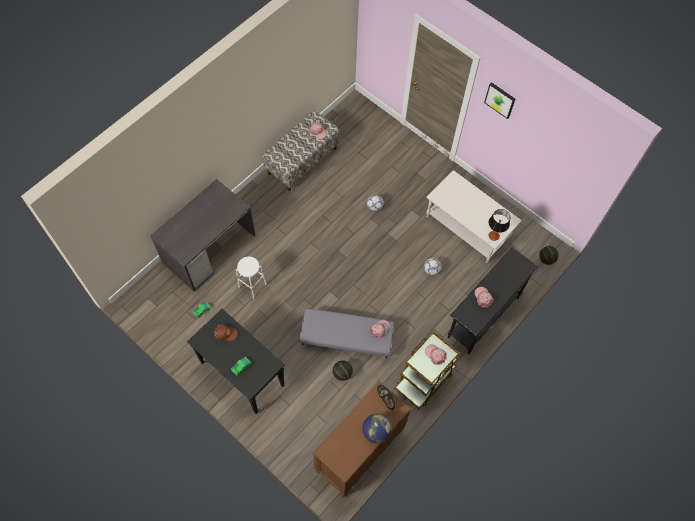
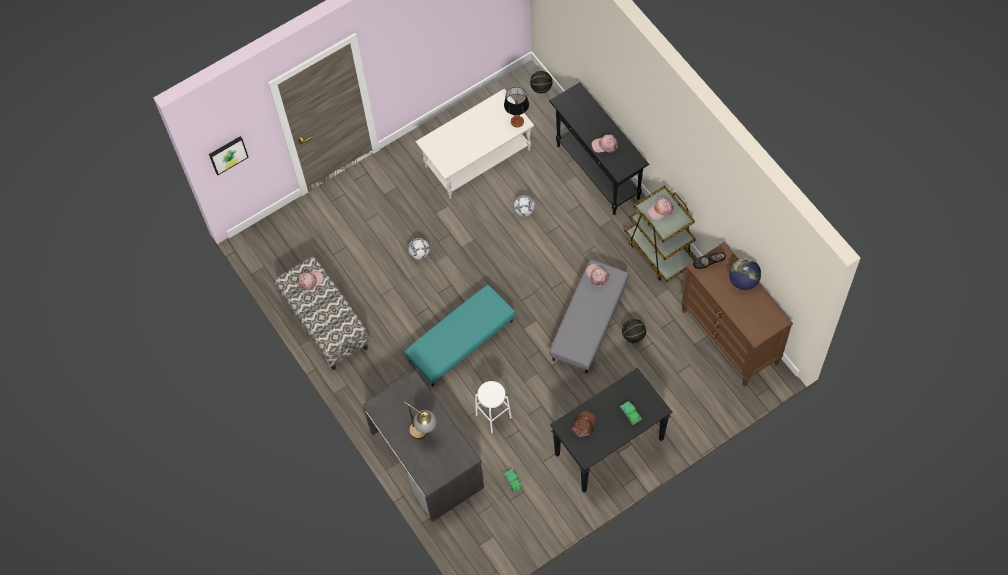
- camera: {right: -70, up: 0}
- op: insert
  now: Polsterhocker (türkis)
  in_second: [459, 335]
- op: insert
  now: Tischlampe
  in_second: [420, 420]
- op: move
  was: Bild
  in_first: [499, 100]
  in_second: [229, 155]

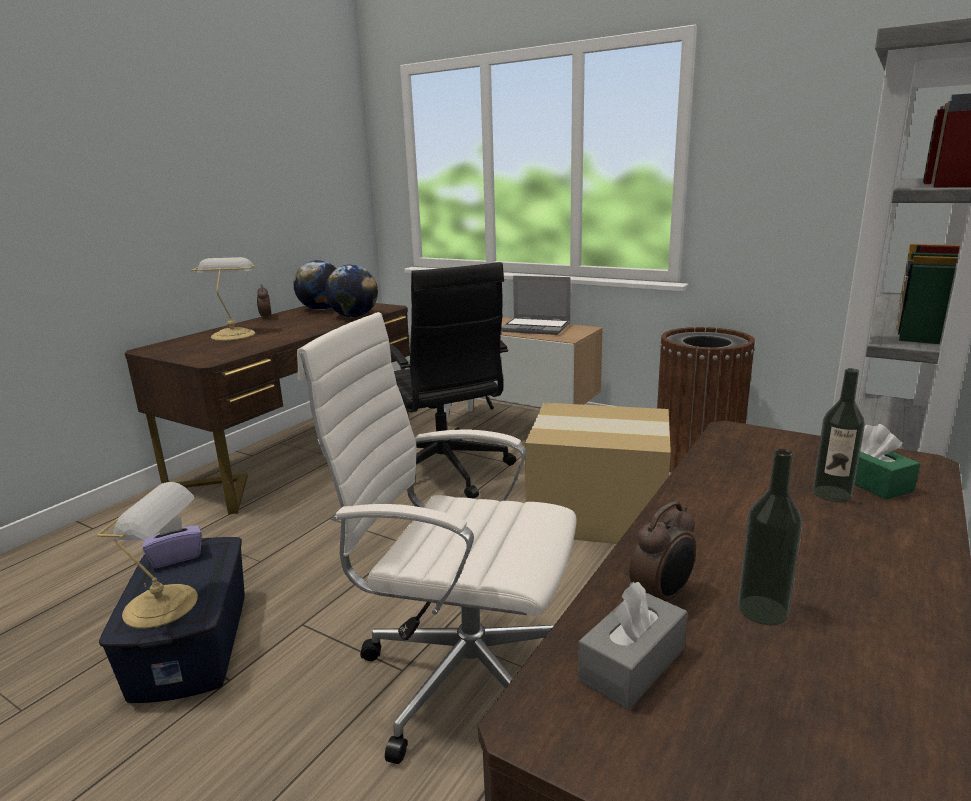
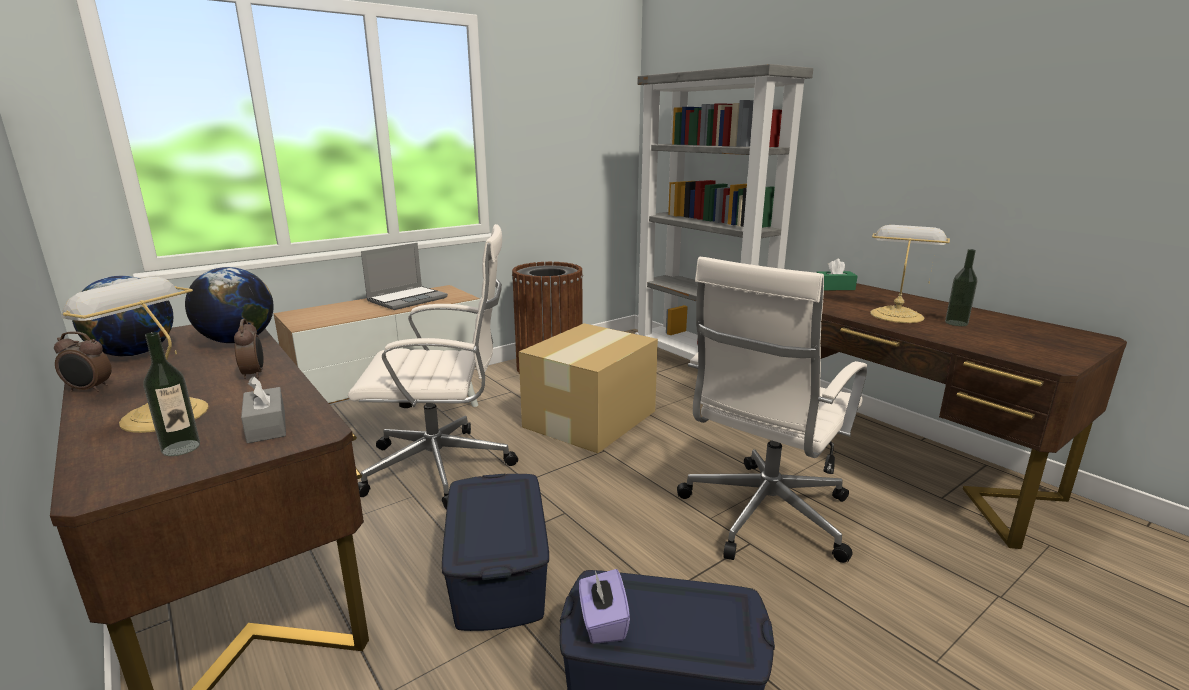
- camera: {right: -70, up: 0}
- op: insert
  now: Aufbewahrungsbox (blau)
  in_second: [495, 552]
- op: move
  was: Tischlampe
  in_first: [147, 555]
  in_second: [910, 274]
- op: move
  was: Taschentuchbox (grau)
  in_first: [632, 646]
  in_second: [263, 410]
- op: move
  was: Wecker
  in_first: [663, 551]
  in_second: [249, 349]
- op: move
  was: Flasche
  in_first: [839, 435]
  in_second: [172, 394]
- op: recolor
  was: Bürostuhl (schwarz)
  now: Bürostuhl (weiß)
  in_first: [452, 380]
  in_second: [433, 367]

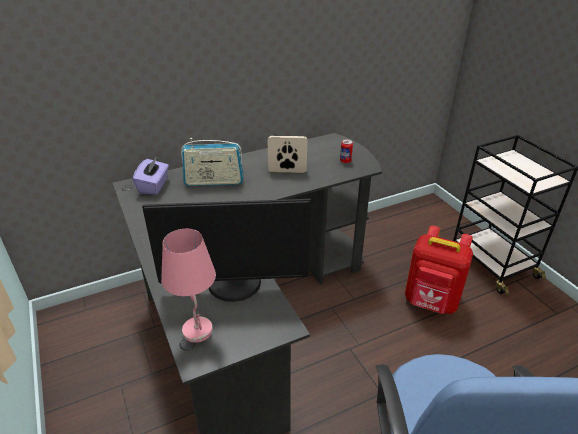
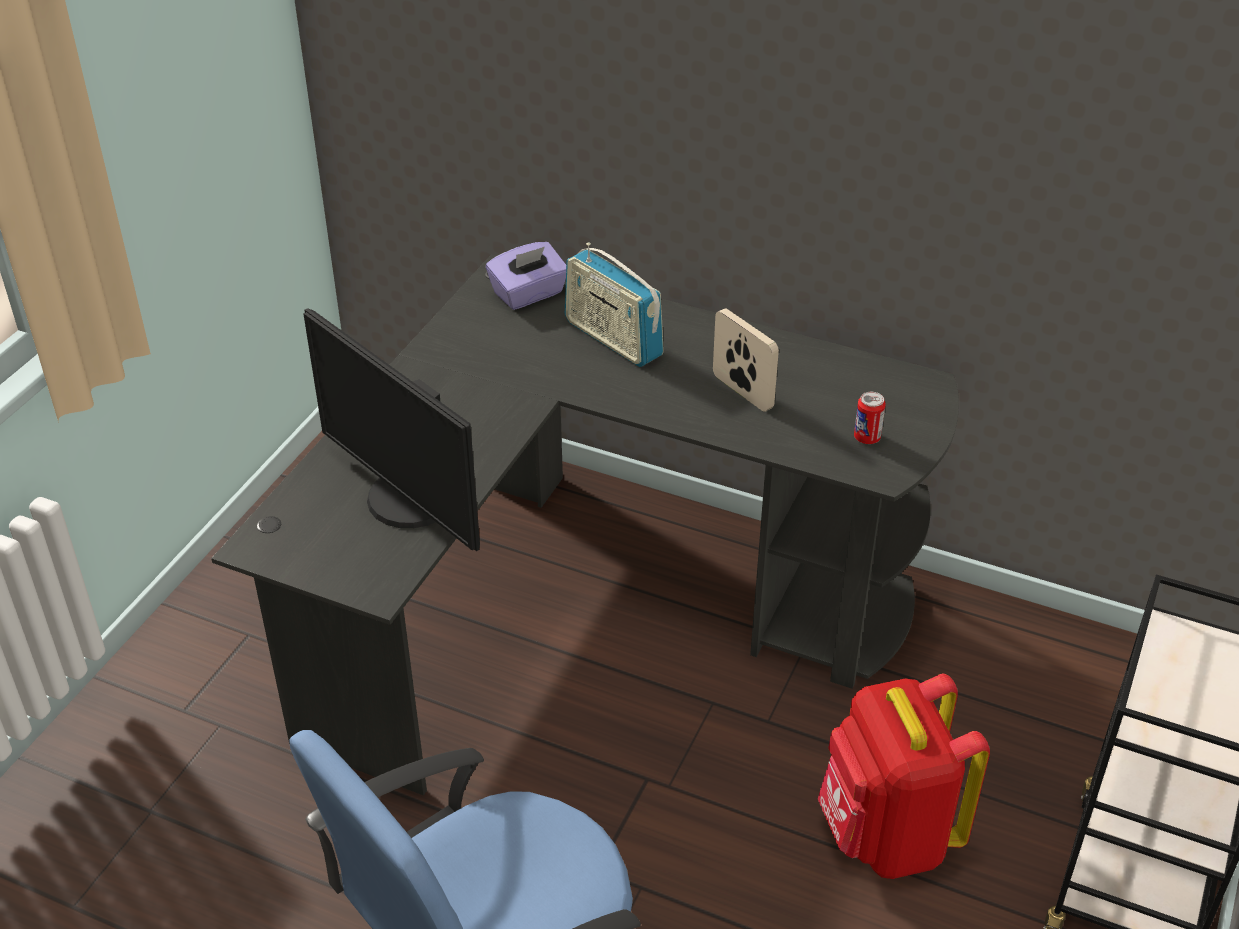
- camera: {right: 50, up: 5}
- op: delete
  was: Tischlampe (rosa)
  in_first: [188, 286]

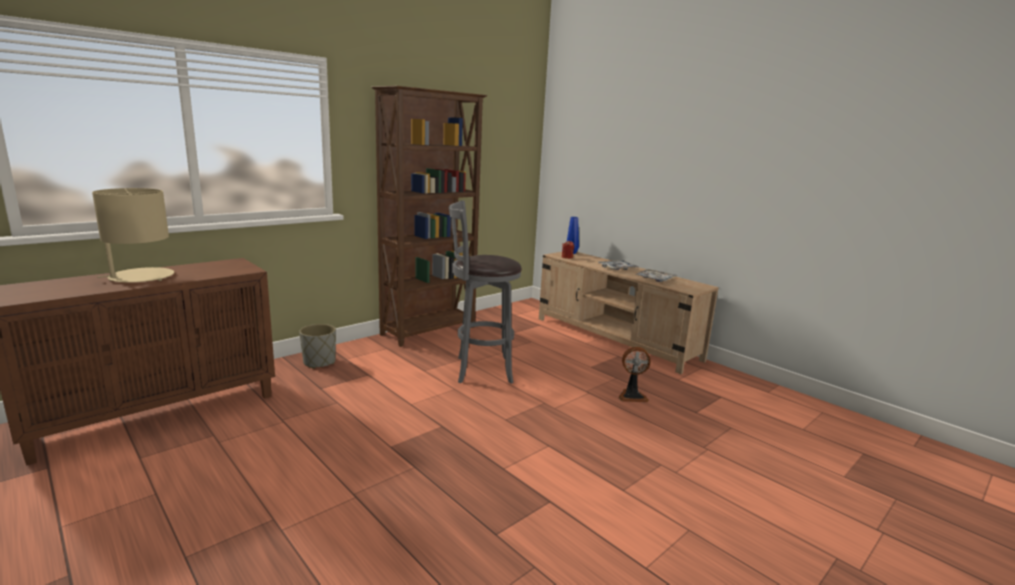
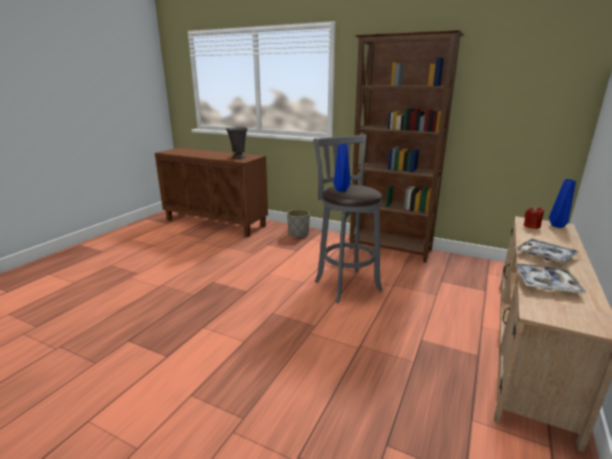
- camera: {right: 70, up: 5}
- op: delete
  was: Tischlampe (beige)
  in_first: [133, 235]
- op: delete
  was: Ventilator
  in_first: [635, 374]
- op: insert
  now: Vase (grau)
  in_second: [237, 142]
- op: insert
  now: Vase (blau)
  in_second: [342, 168]

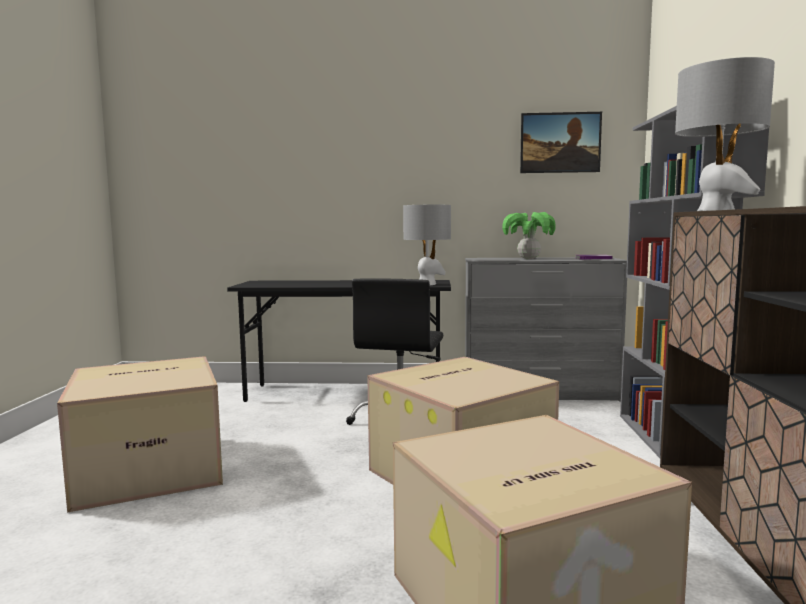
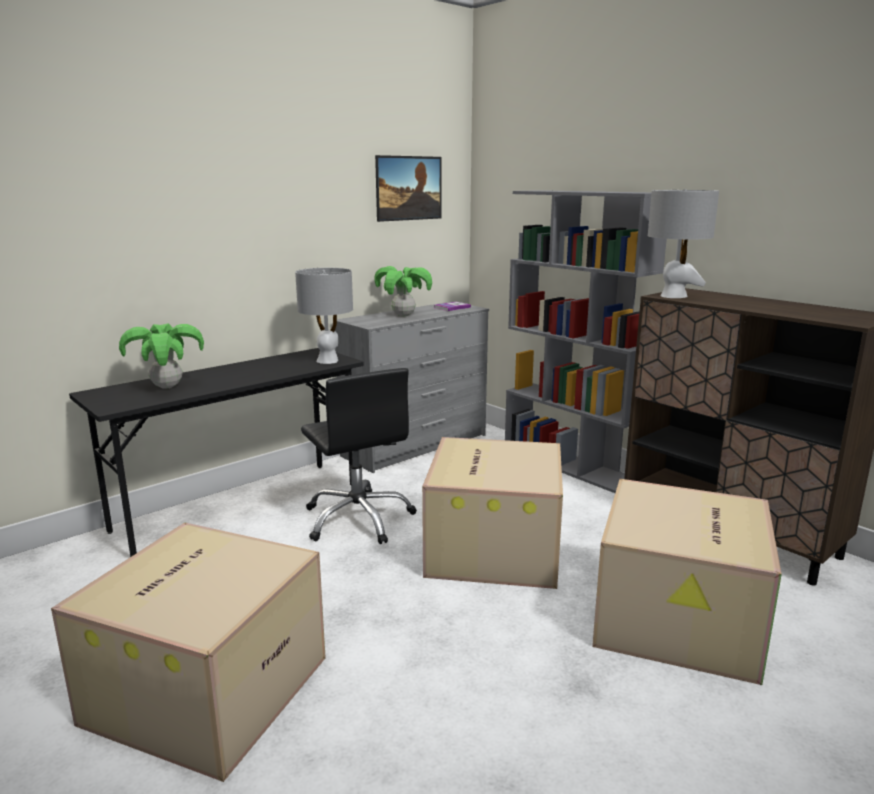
- camera: {right: -45, up: 10}
- op: insert
  now: Topfpflanze
  in_second: [161, 356]

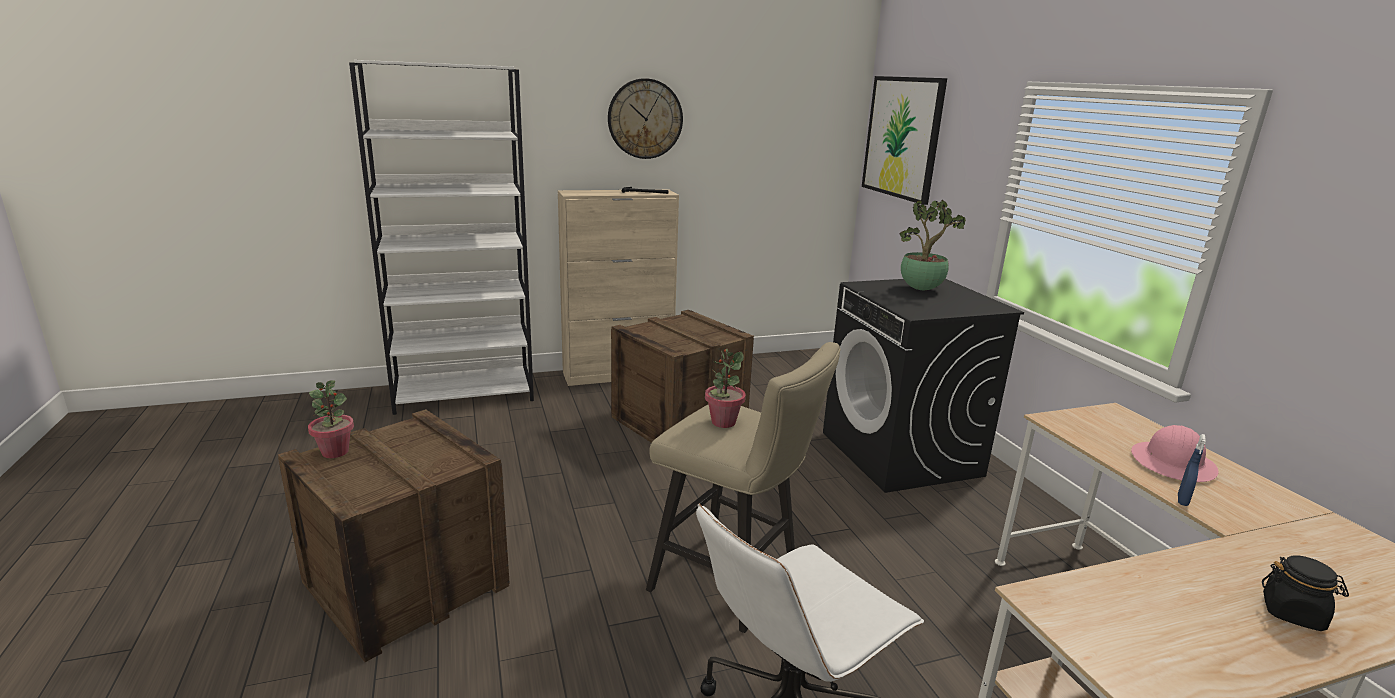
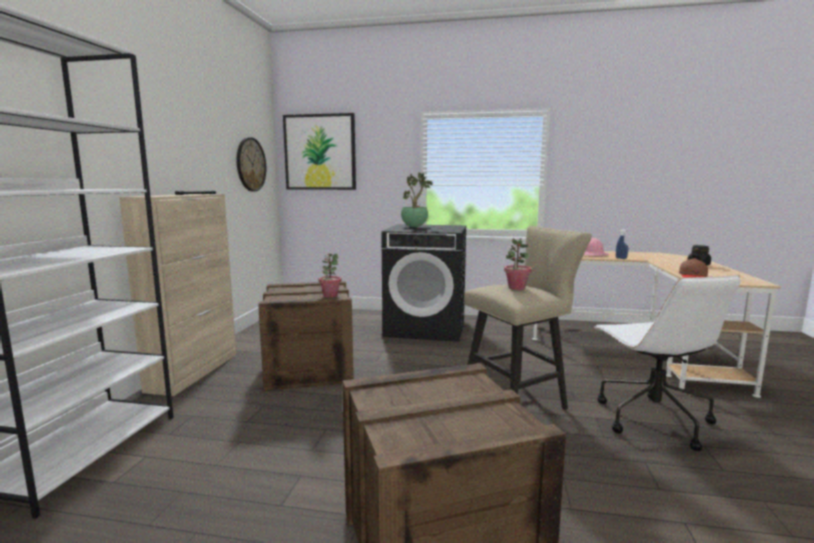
- camera: {right: -60, up: -10}
- op: insert
  now: Kappe (braun)
  in_second: [693, 268]
- op: move
  was: Topfpflanze
  in_first: [331, 419]
  in_second: [330, 275]
- op: move
  was: Wanduhr
  in_first: [645, 118]
  in_second: [251, 164]

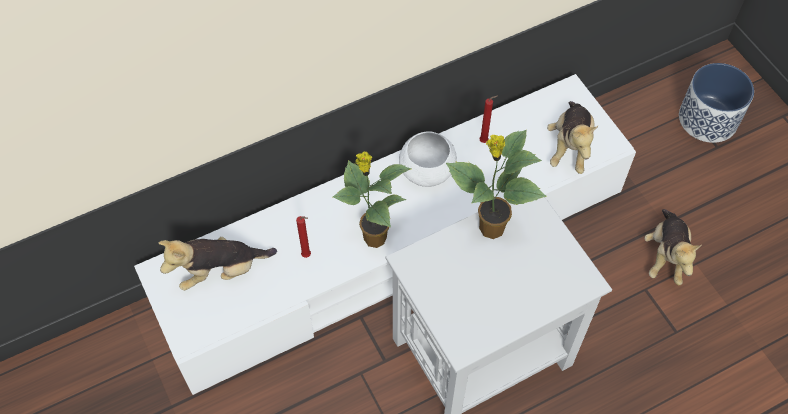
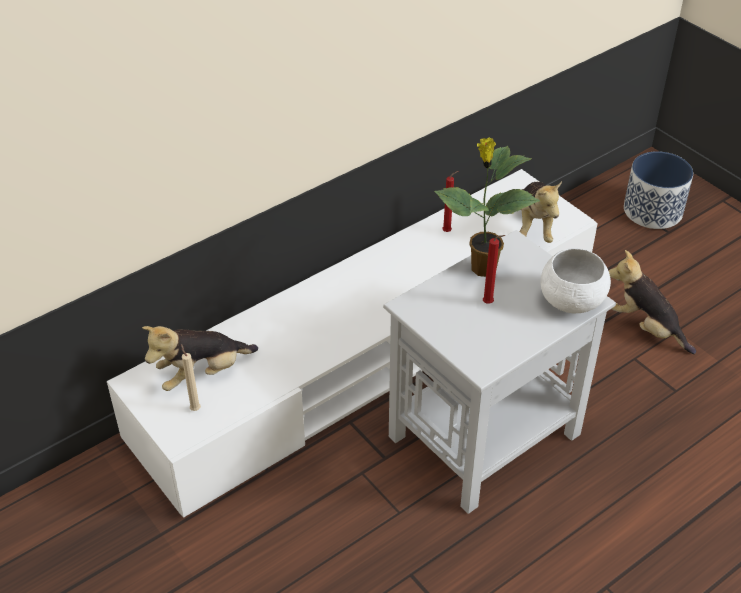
- camera: {right: -10, up: -15}
- op: delete
  was: Topfpflanze
  in_first: [372, 200]
- op: insert
  now: Kerze (beige)
  in_second: [191, 377]
- op: move
  was: Kerze (rot)
  in_first: [303, 237]
  in_second: [494, 269]
- op: move
  was: Schüssel (weiß)
  in_first: [428, 159]
  in_second: [576, 280]
- op: rotate
  was: Plüschtier
  in_first: [673, 247]
  in_second: [652, 302]
  clockwise: 135

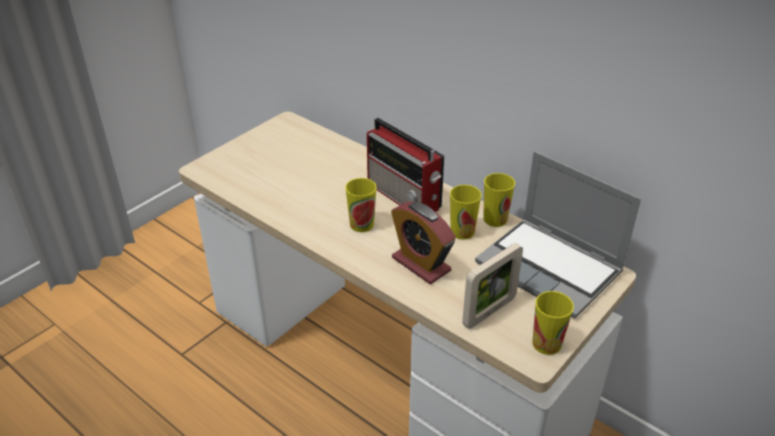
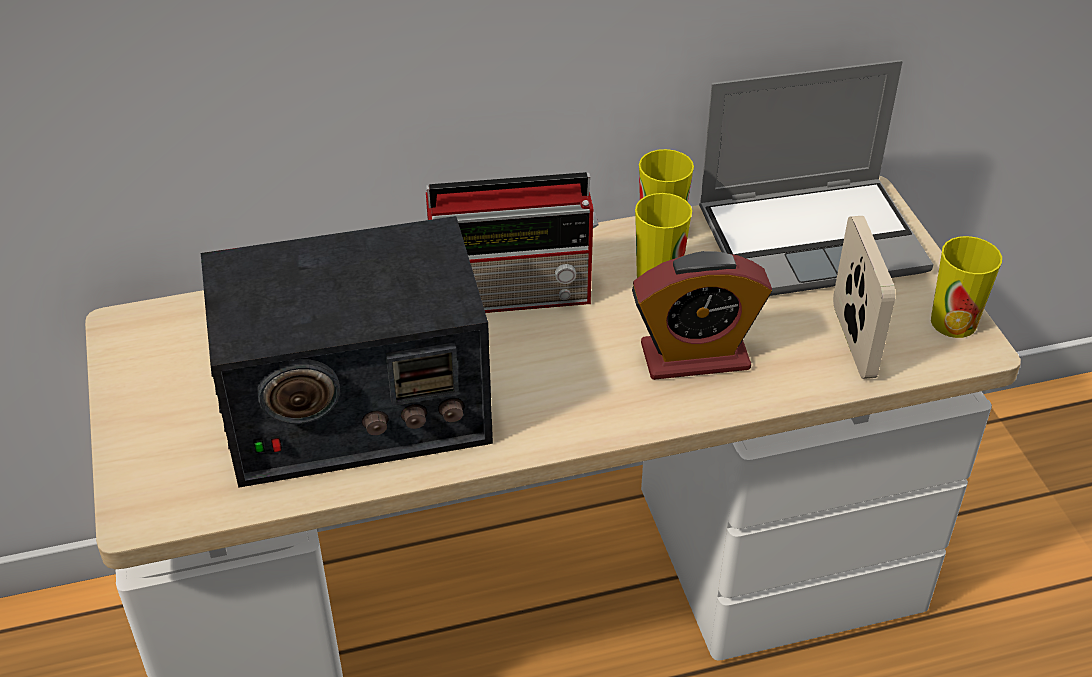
- camera: {right: -55, up: 5}
- op: delete
  was: Tasse
  in_first: [361, 205]
- op: insert
  now: Radio
  in_second: [347, 352]

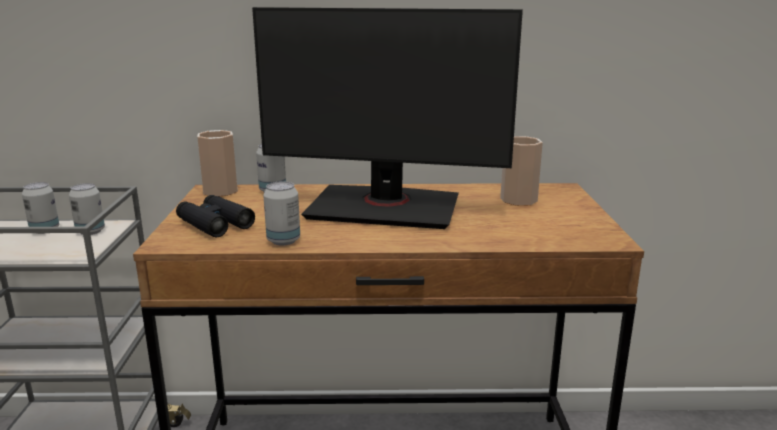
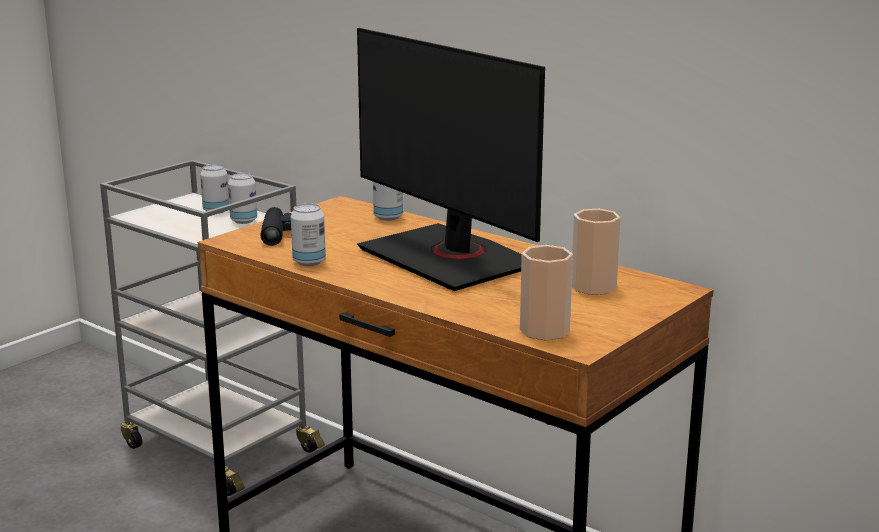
- camera: {right: 40, up: 0}
- op: move
  was: Tasse
  in_first: [217, 163]
  in_second: [546, 293]

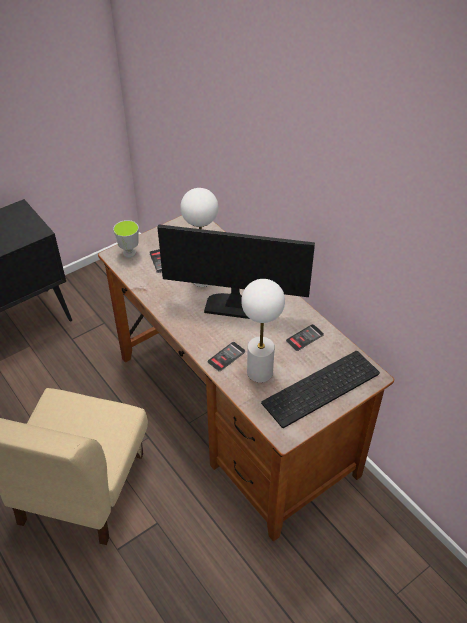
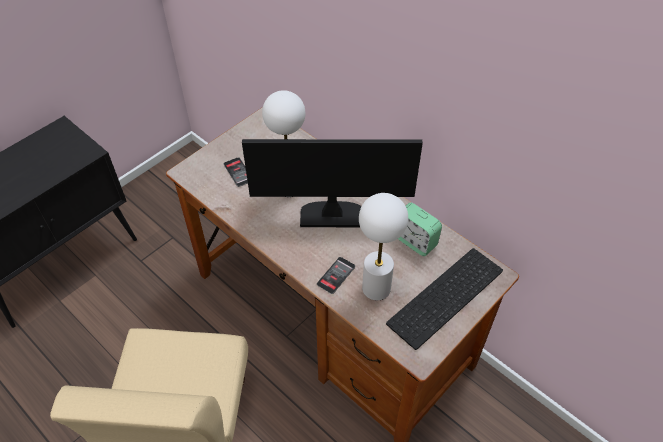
- camera: {right: -10, up: 5}
- op: delete
  was: Tasse
  in_first: [126, 239]
- op: replace
  was: Handy
  now: Wecker
  in_first: [305, 337]
  in_second: [420, 229]

